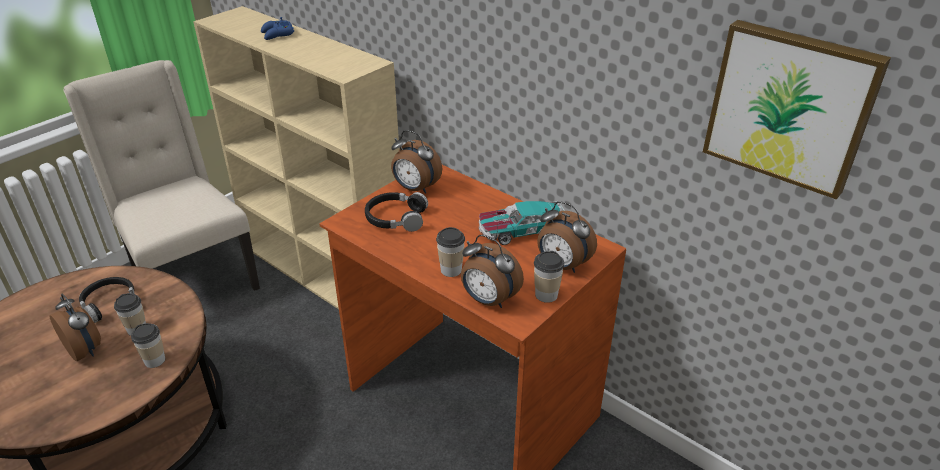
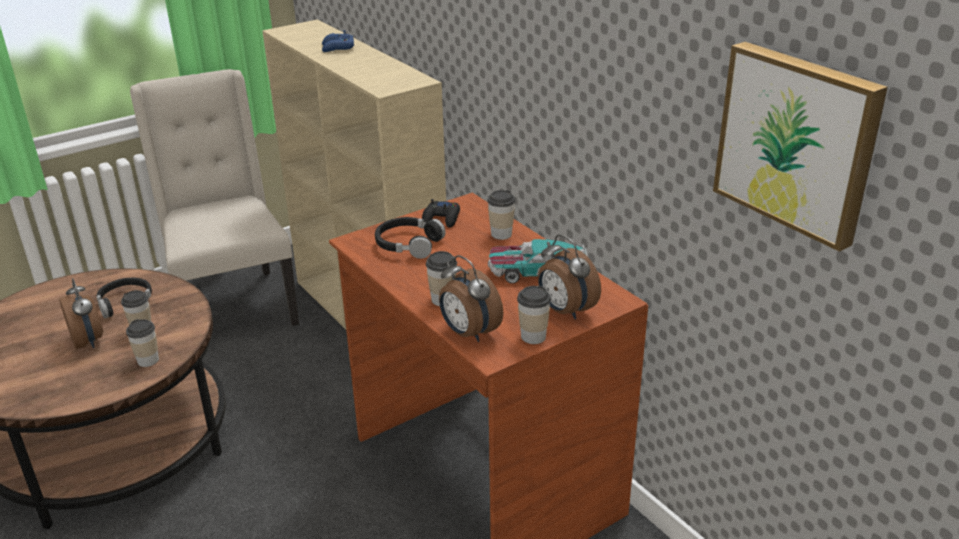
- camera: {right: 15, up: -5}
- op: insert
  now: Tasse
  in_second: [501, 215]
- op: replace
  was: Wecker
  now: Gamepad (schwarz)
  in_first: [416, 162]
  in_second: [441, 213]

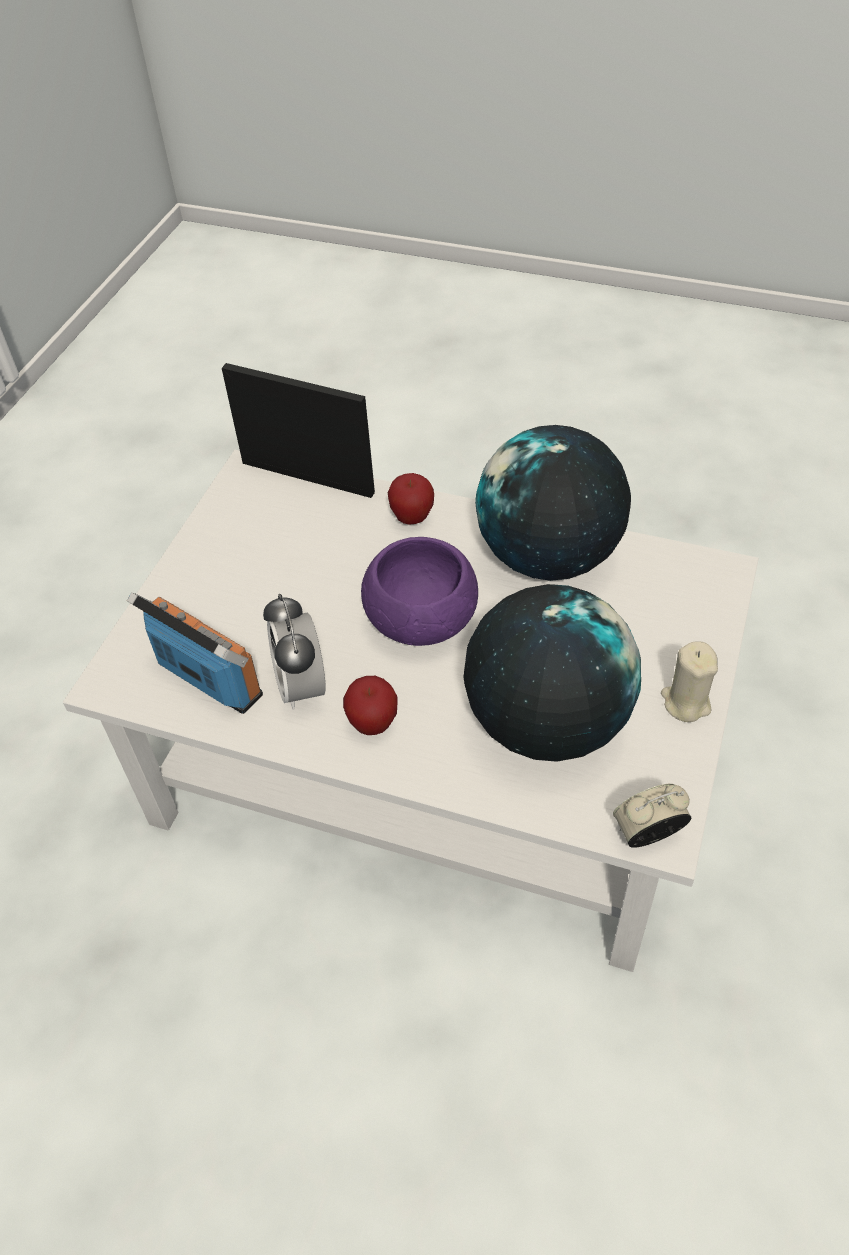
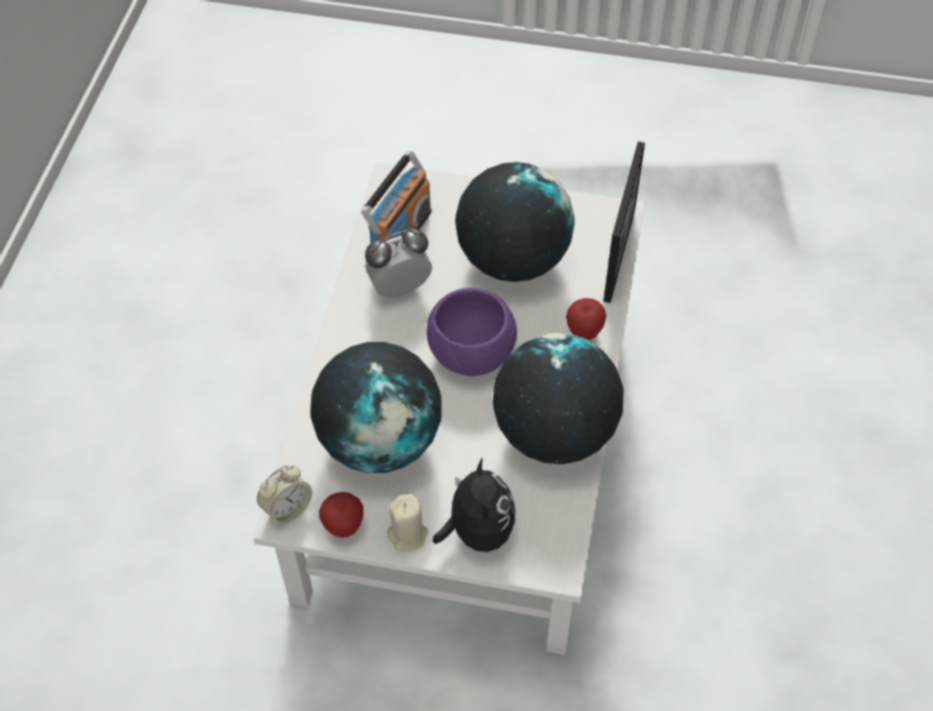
- camera: {right: 80, up: 5}
- op: insert
  now: Plüschtier
  in_second: [474, 504]
- op: insert
  now: Globus
  in_second: [515, 222]
- op: move
  was: Apfel
  in_first: [370, 705]
  in_second: [341, 515]
- op: rotate
  was: Wecker
  in_first: [652, 816]
  in_second: [284, 495]
  clockwise: 75

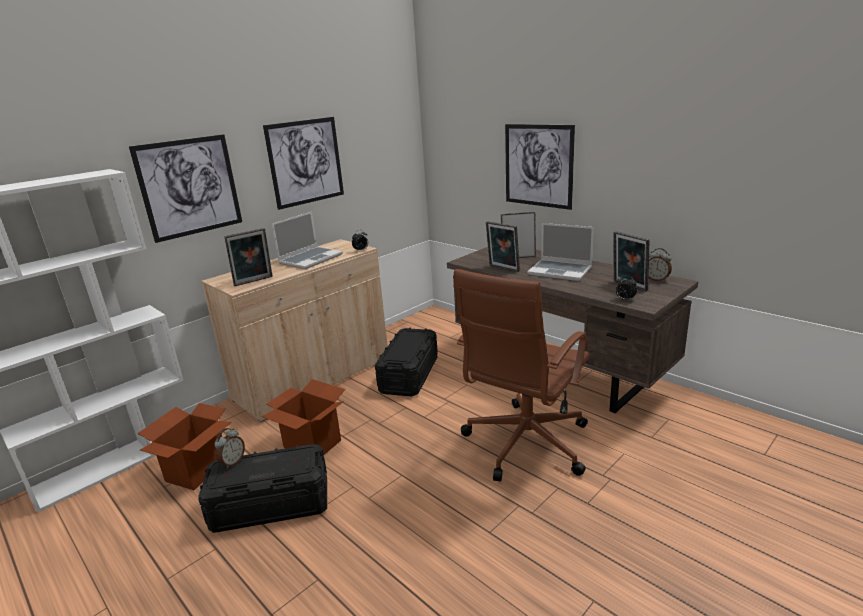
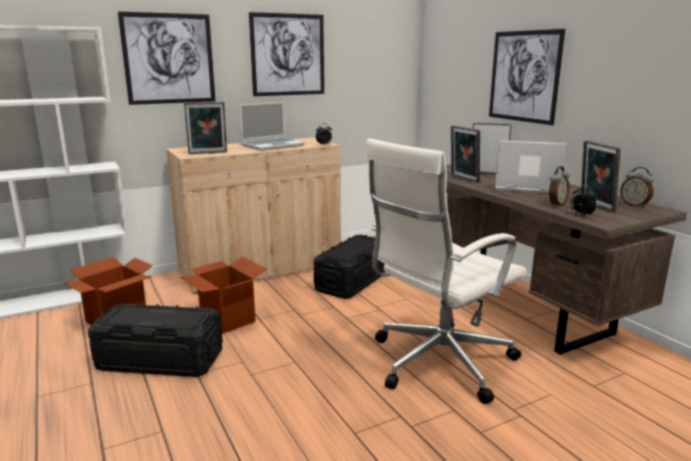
- camera: {right: 15, up: -5}
- op: move
  was: Wecker
  in_first: [229, 448]
  in_second: [559, 186]
- op: recolor
  was: Bürostuhl (braun)
  now: Bürostuhl (weiß)
  in_first: [521, 375]
  in_second: [445, 271]
- op: rotate
  was: Laptop
  in_first: [560, 252]
  in_second: [530, 167]
  clockwise: 150

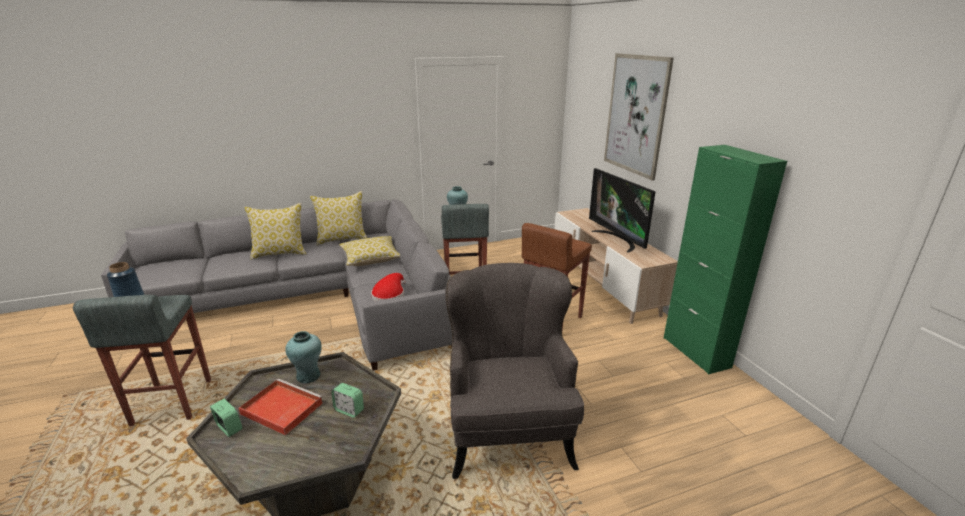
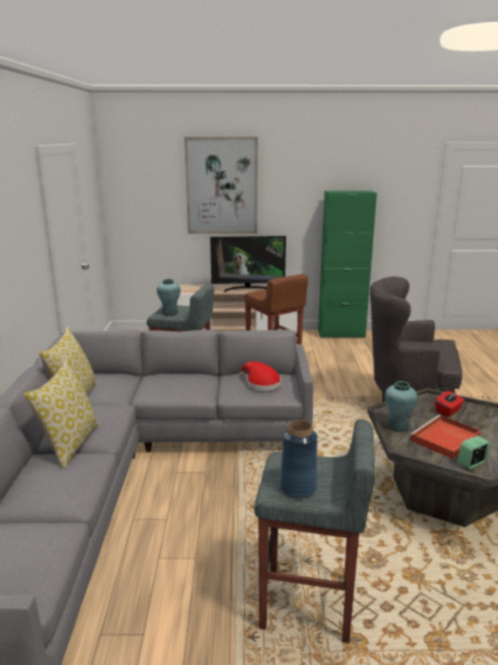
- camera: {right: -70, up: -5}
- op: delete
  was: Kissen
  in_first: [369, 251]
- op: replace
  was: Wecker
  now: Taschentuchbox (rot)
  in_first: [347, 400]
  in_second: [450, 404]

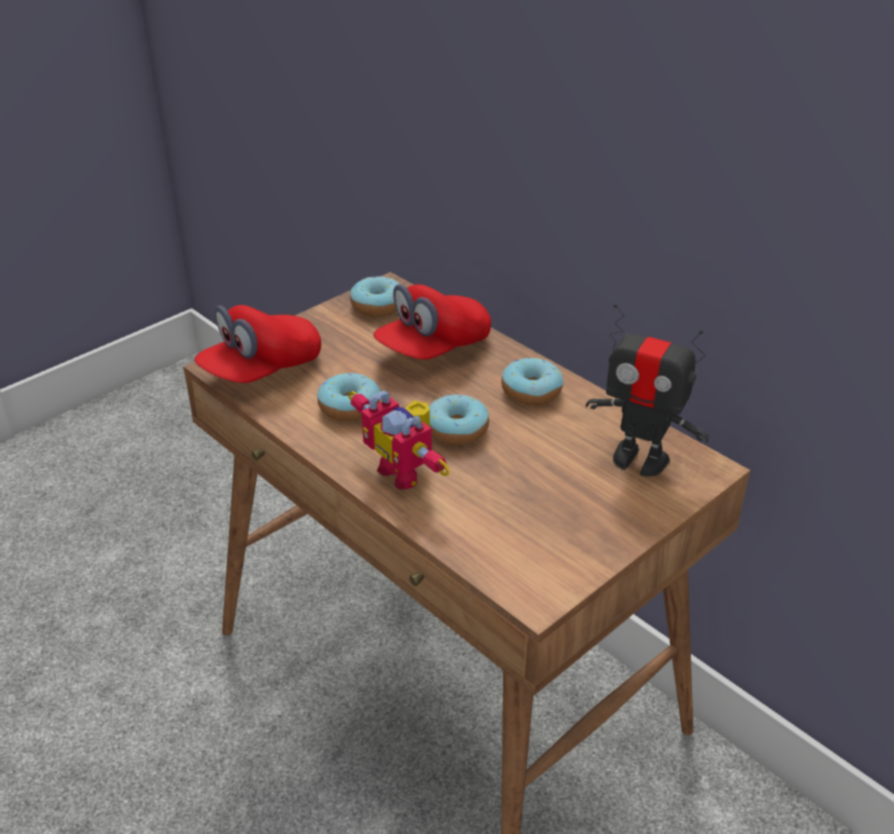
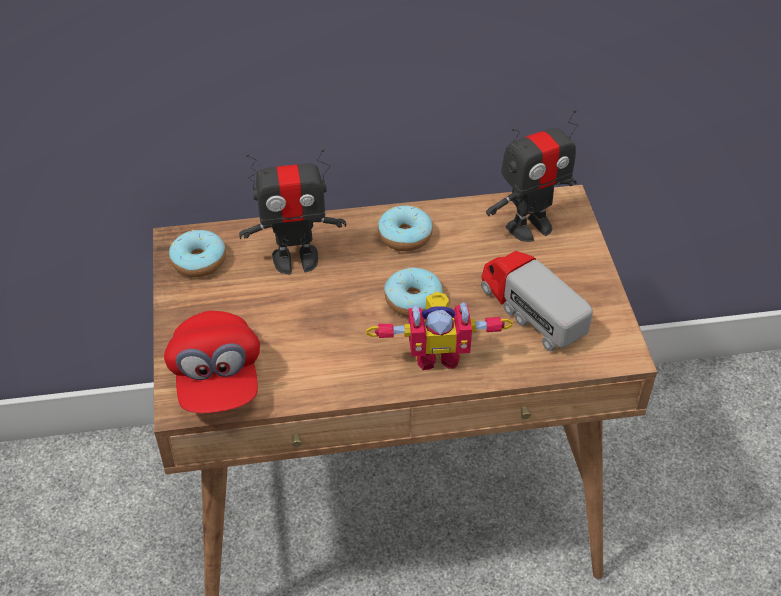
- camera: {right: -55, up: 10}
- op: delete
  was: Donut
  in_first: [348, 397]
- op: insert
  now: Spielzeuglaster
  in_second: [537, 301]
- op: replace
  was: Kappe (rot)
  now: Spielzeugroboter
  in_first: [432, 322]
  in_second: [292, 211]

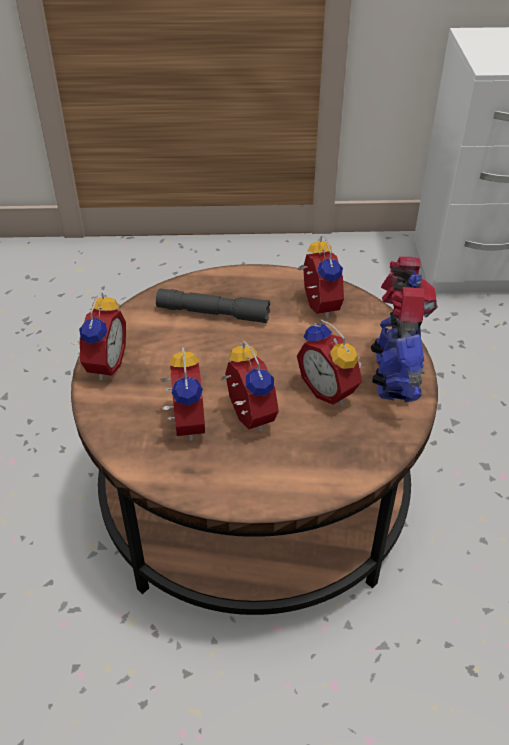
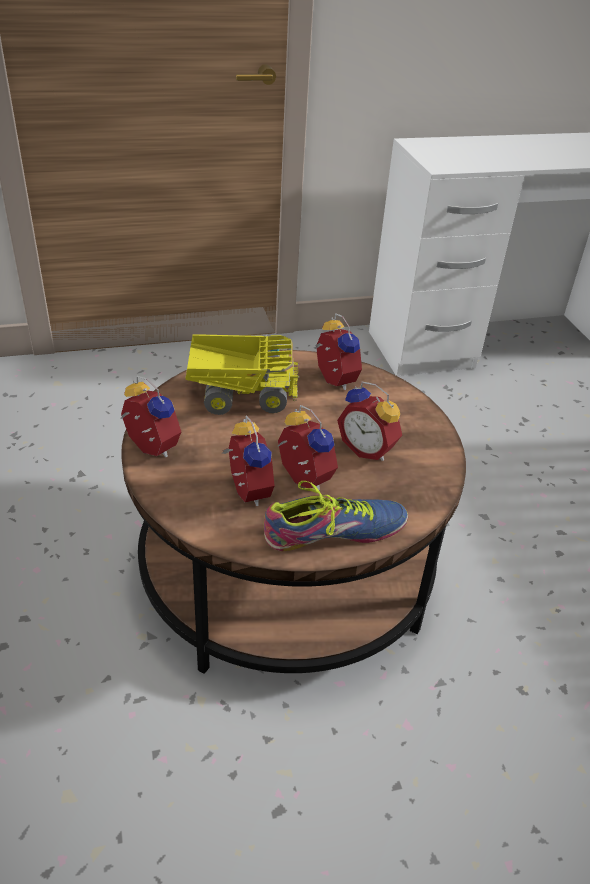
- camera: {right: -15, up: -5}
- op: delete
  was: Spielzeugroboter
  in_first: [404, 329]
- op: insert
  now: Schuh
  in_second: [336, 516]
- op: replace
  was: Taschenlampe (grau)
  now: Spielzeuglaster
  in_first: [213, 306]
  in_second: [242, 374]
- op: rotate
  was: Wecker
  in_first: [99, 336]
  in_second: [150, 416]
  clockwise: -45

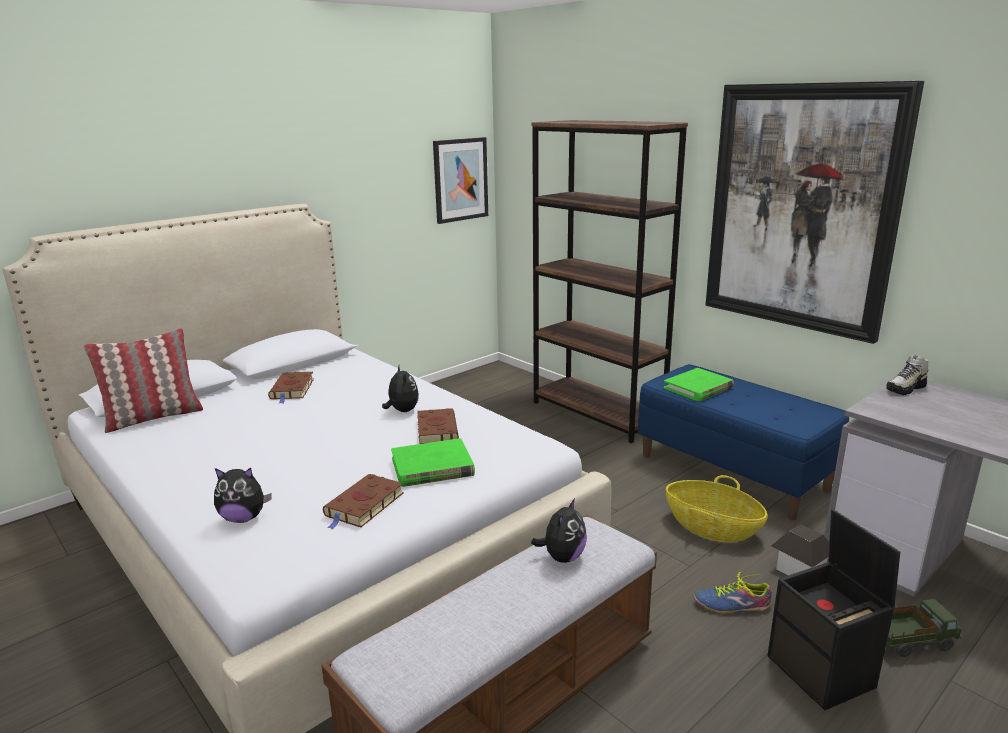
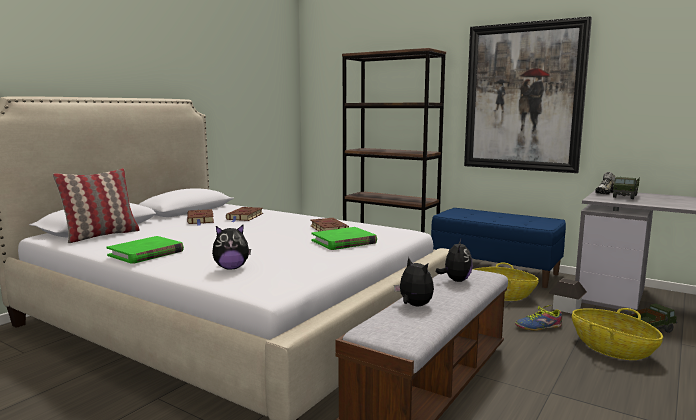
- camera: {right: -15, up: -10}
- op: delete
  was: Bild
  in_first: [460, 180]
- op: insert
  now: Spielzeuglaster
  in_second: [626, 188]
- op: move
  was: Buch (braun)
  in_first: [363, 502]
  in_second: [244, 214]
- op: move
  was: Plüschtier
  in_first: [400, 389]
  in_second: [414, 281]
- op: move
  was: Buch (grün)
  in_first: [699, 384]
  in_second: [145, 250]
- op: replace
  was: Aufbewahrungsbox (schwarz)
  now: Korb
  in_first: [833, 609]
  in_second: [617, 334]

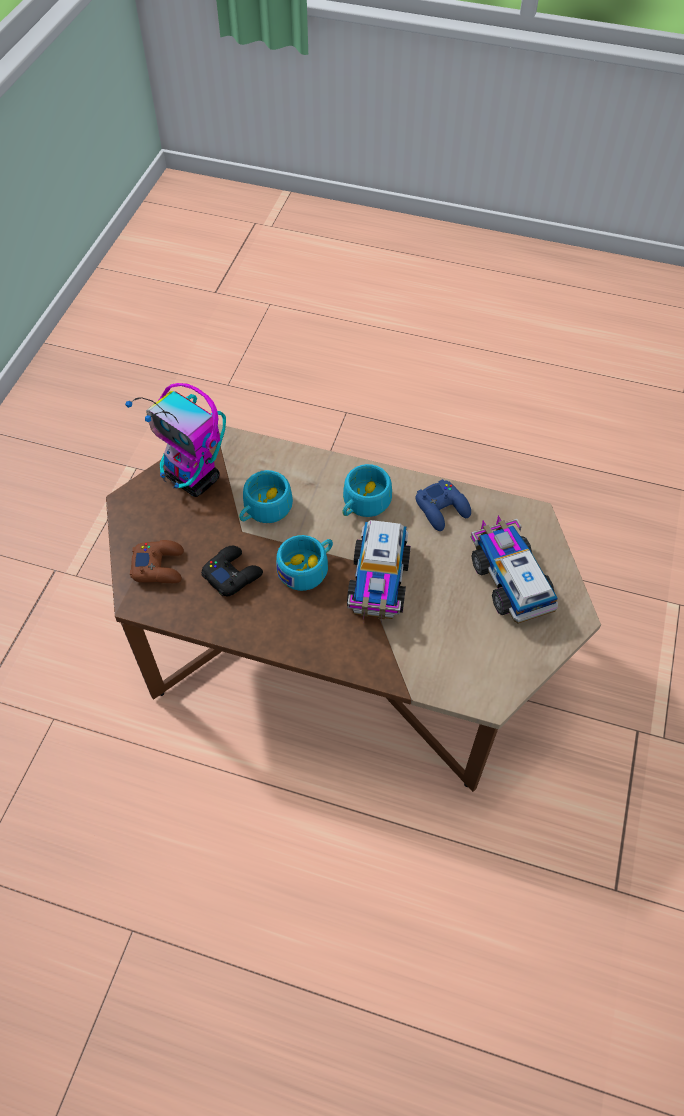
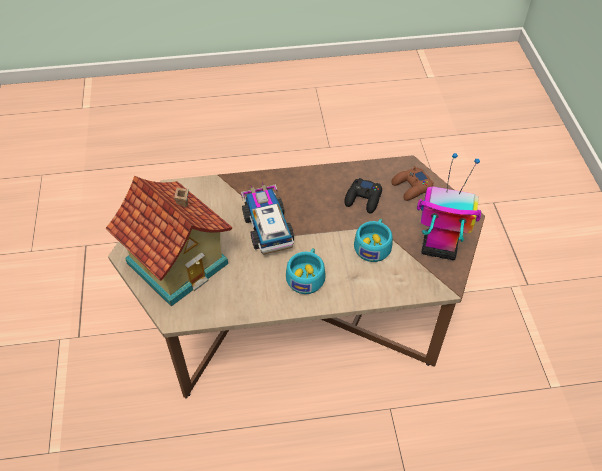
- camera: {right: 155, up: -5}
- op: delete
  was: Tasse (türkis)
  in_first: [304, 563]
- op: delete
  was: Gamepad (blau)
  in_first: [443, 505]
- op: replace
  was: Spielzeuglaster
  now: Spielzeughaus
  in_first: [514, 570]
  in_second: [169, 241]

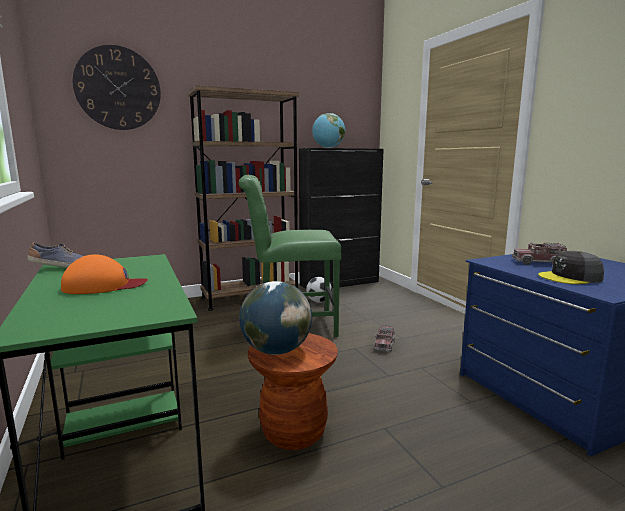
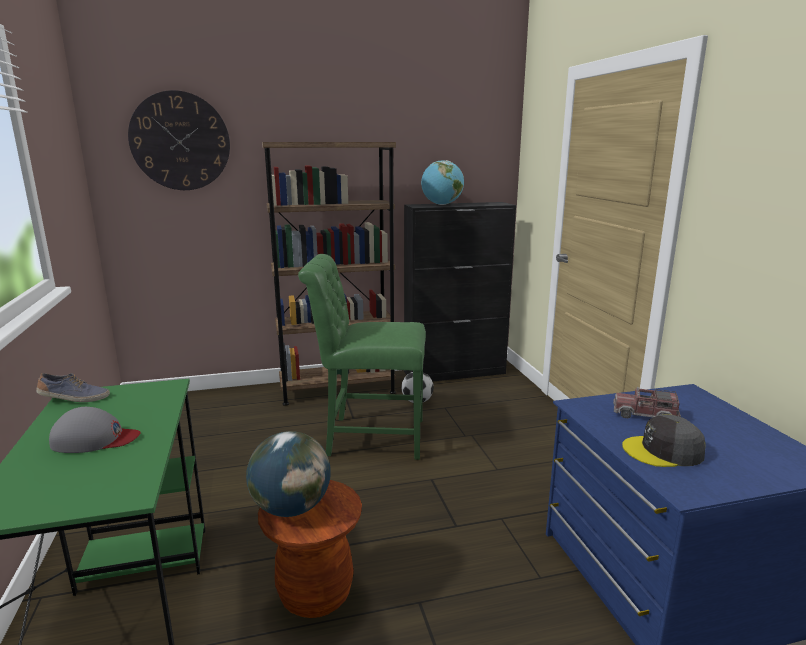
- camera: {right: 10, up: 5}
- op: delete
  was: Spielzeuglaster
  in_first: [384, 338]
- op: recolor
  was: Kappe (orange)
  now: Kappe (grau)
  in_first: [104, 274]
  in_second: [95, 430]

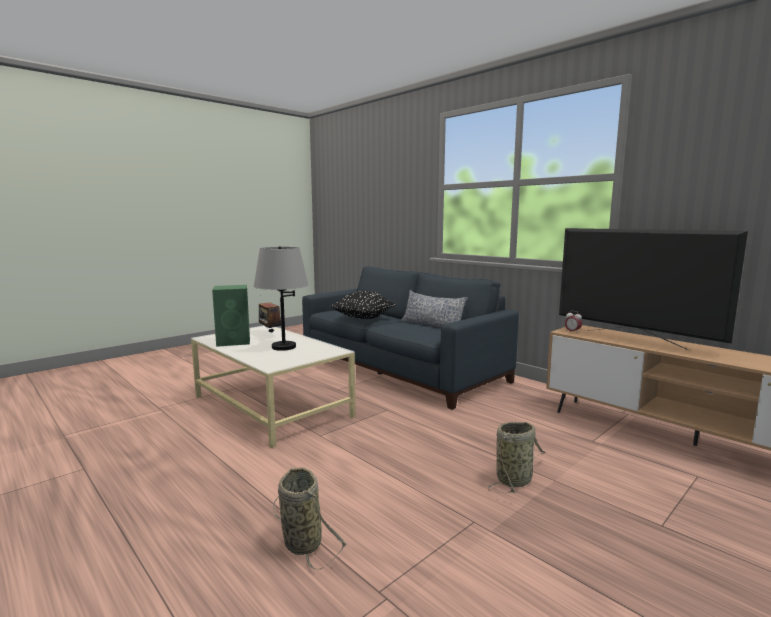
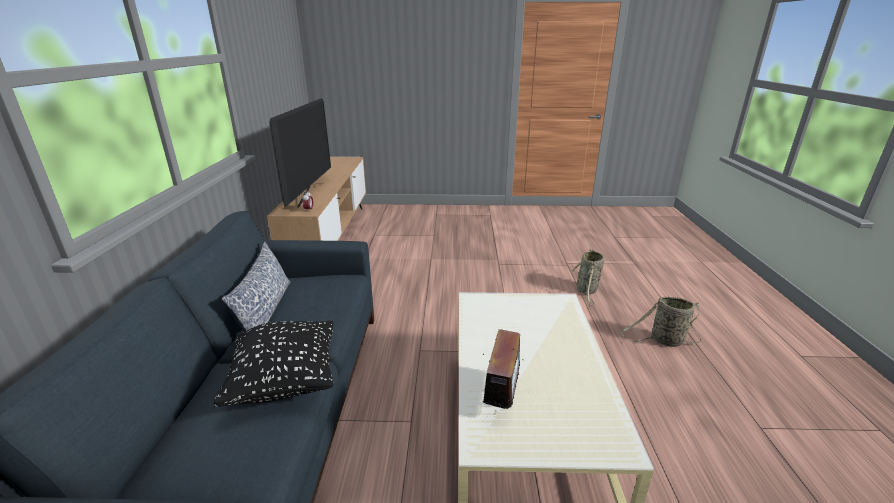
- camera: {right: -135, up: 15}
- op: delete
  was: Lautsprecher (grün)
  in_first: [231, 316]
- op: delete
  was: Tischlampe (grau)
  in_first: [281, 298]
- op: move
  was: Korb
  in_first: [517, 457]
  in_second: [661, 322]

